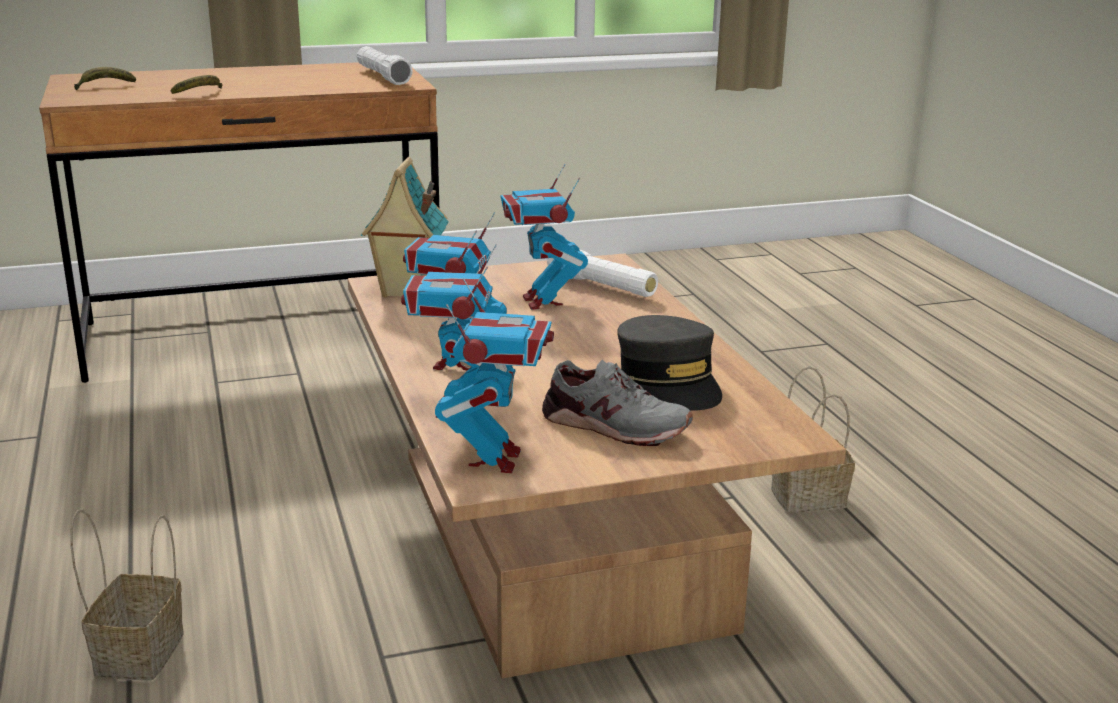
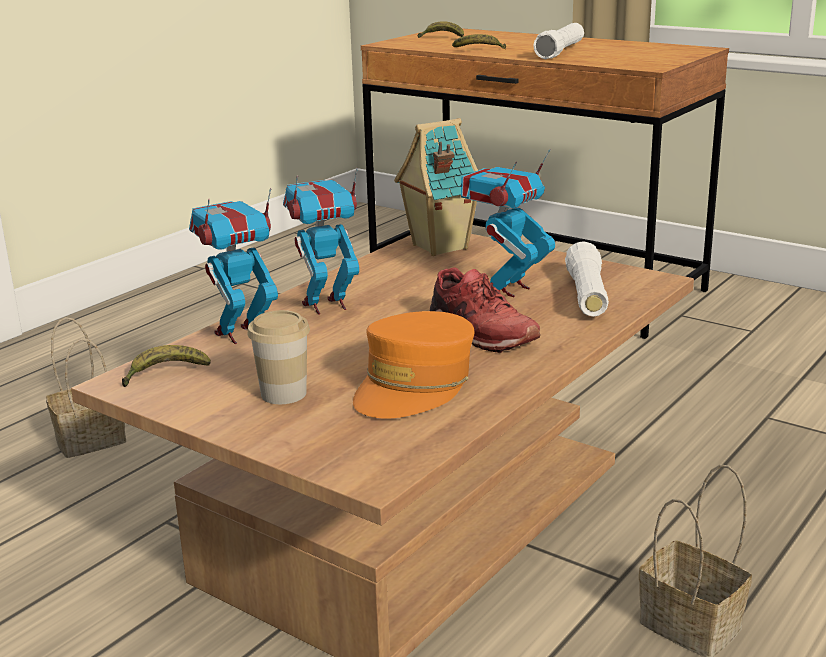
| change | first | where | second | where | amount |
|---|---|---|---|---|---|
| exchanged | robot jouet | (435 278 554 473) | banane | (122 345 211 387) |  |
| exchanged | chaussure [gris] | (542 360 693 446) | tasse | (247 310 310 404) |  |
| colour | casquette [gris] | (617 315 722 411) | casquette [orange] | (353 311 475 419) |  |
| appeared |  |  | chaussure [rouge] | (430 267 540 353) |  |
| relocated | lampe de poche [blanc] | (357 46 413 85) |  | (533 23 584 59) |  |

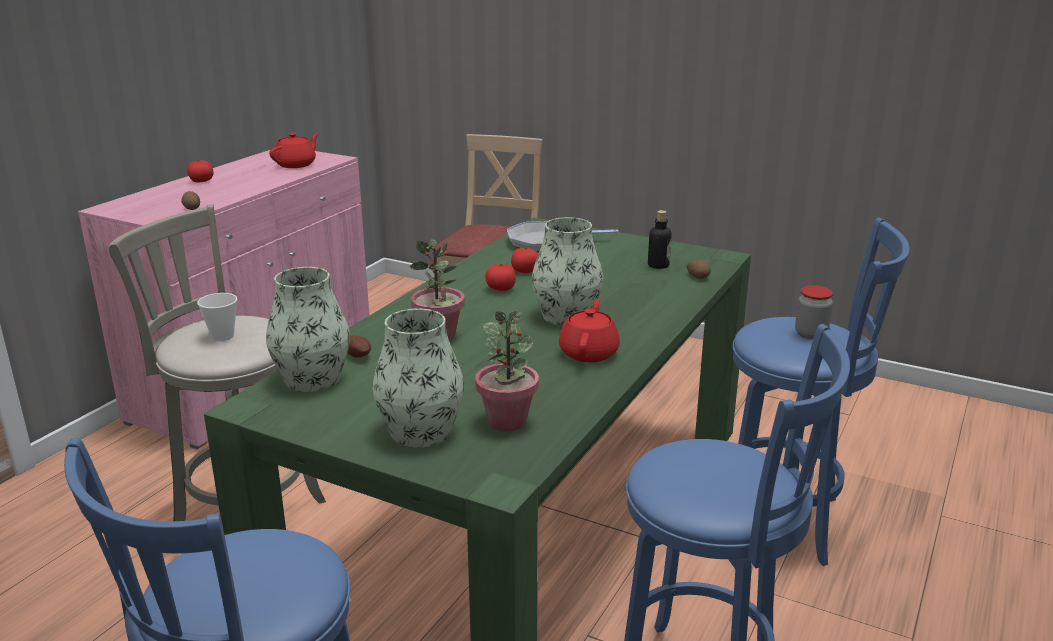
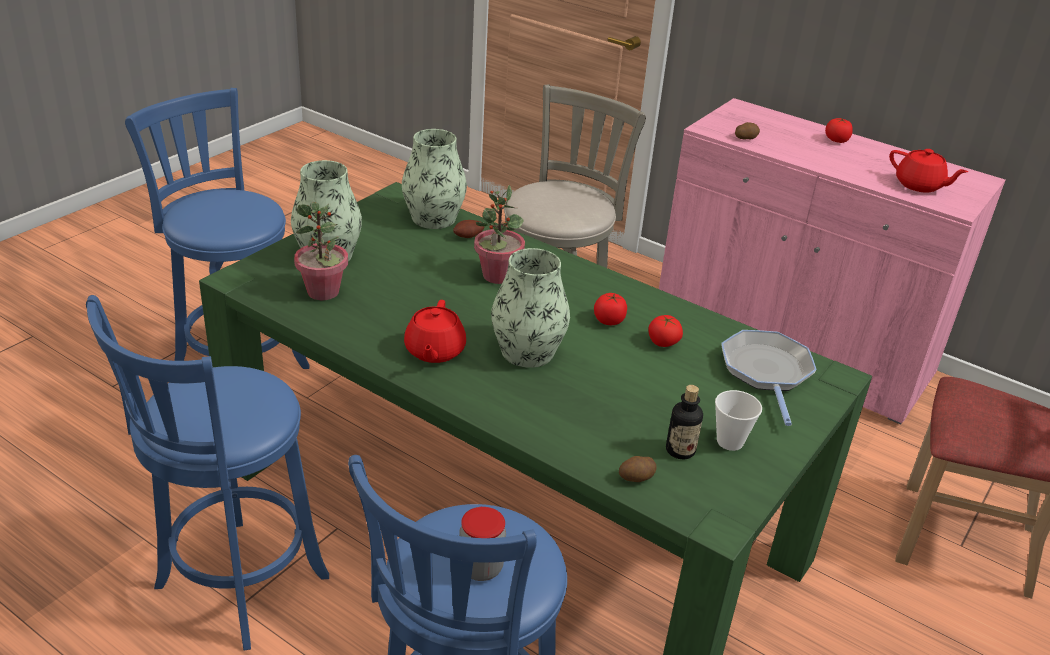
| change | first | where | second | where | amount |
|---|---|---|---|---|---|
| spun | théière [rouge] | (559 299 620 362) |  | (404 300 466 363) | 75 degrees clockwise |
| relocated | tasse | (197 293 238 341) |  | (715 390 762 451) |  |

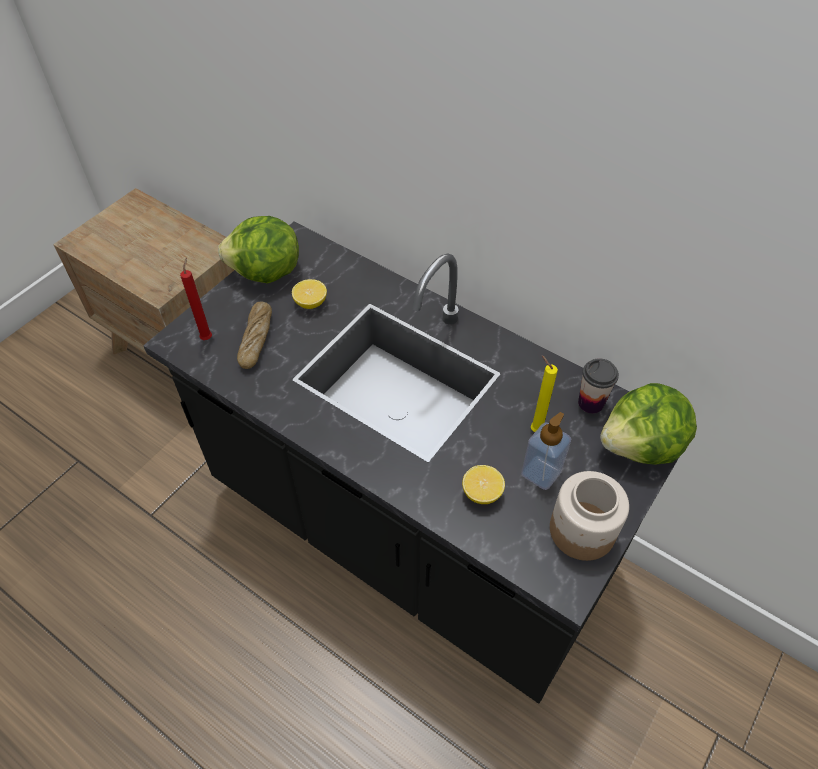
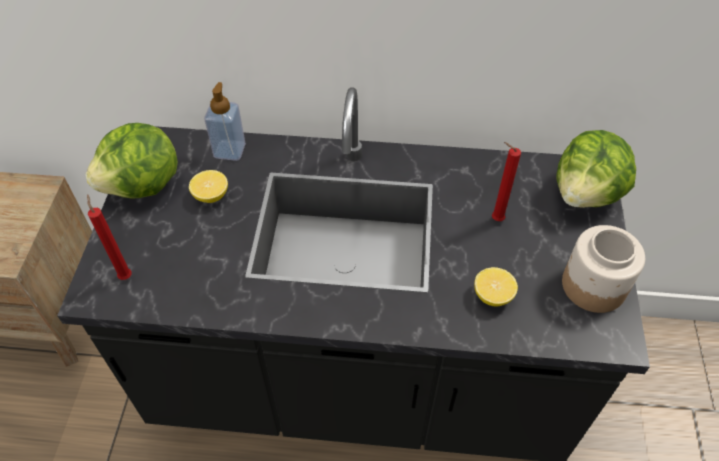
| change | first | where | second | where | amount |
|---|---|---|---|---|---|
| relocated | distributeur de savon | (521 412 571 490) |  | (204 82 246 161) |  |
| colour | bougie [jaune] | (531 355 558 432) | bougie [rouge] | (492 142 521 221) |  |
| missing | pain | (237 301 272 369) |  |  |  |
| missing | tasse | (578 358 619 414) |  |  |  |

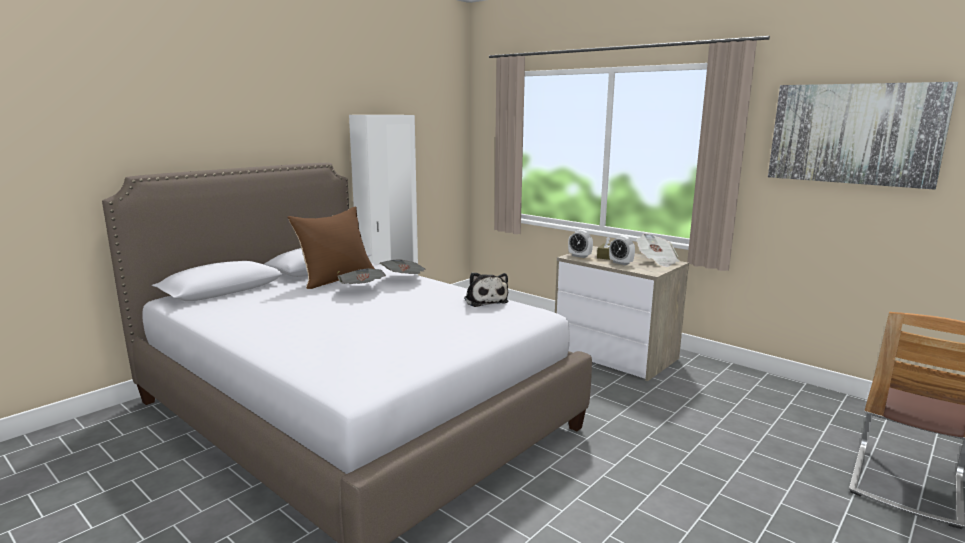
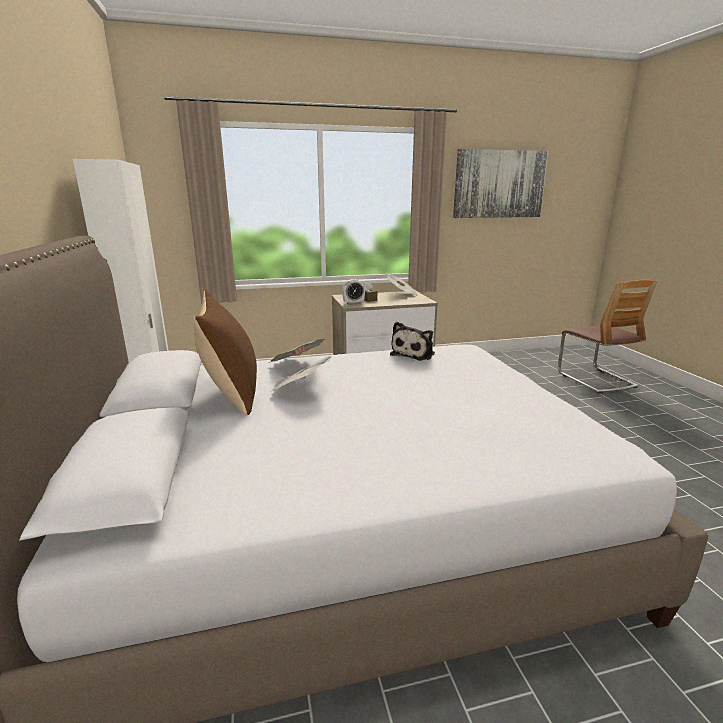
| change | first | where | second | where | amount |
|---|---|---|---|---|---|
| spun | peluche | (464 272 508 307) |  | (390 322 435 360) | 105 degrees clockwise |
| missing | réveil | (609 236 635 265) |  |  |  |

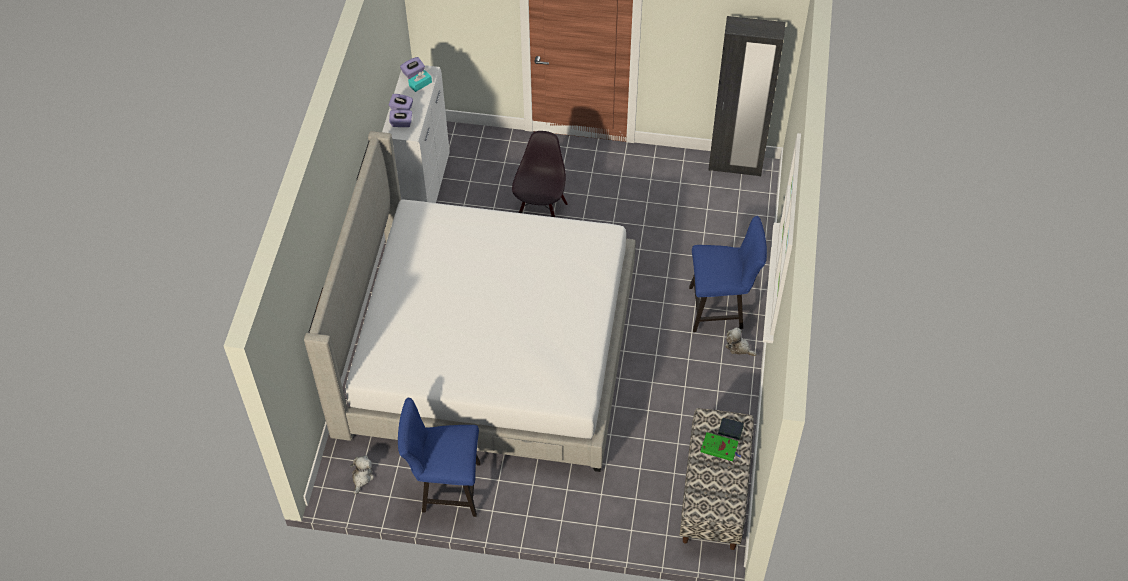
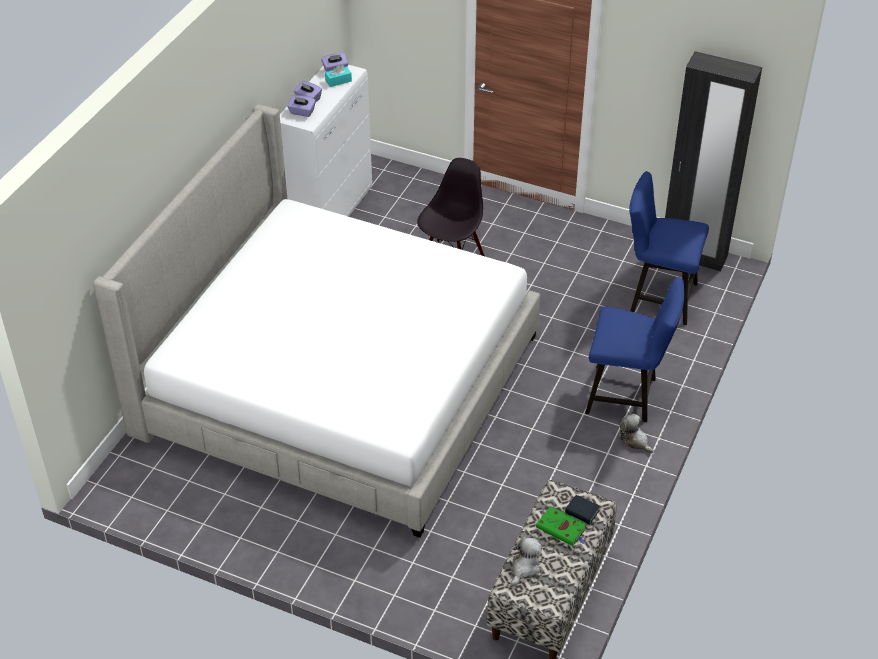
| change | first | where | second | where | amount |
|---|---|---|---|---|---|
| relocated | peluche | (350 455 374 494) |  | (511 537 542 586) |  |
| relocated | chaise [bleu] | (398 397 481 517) |  | (629 171 709 325) |  |

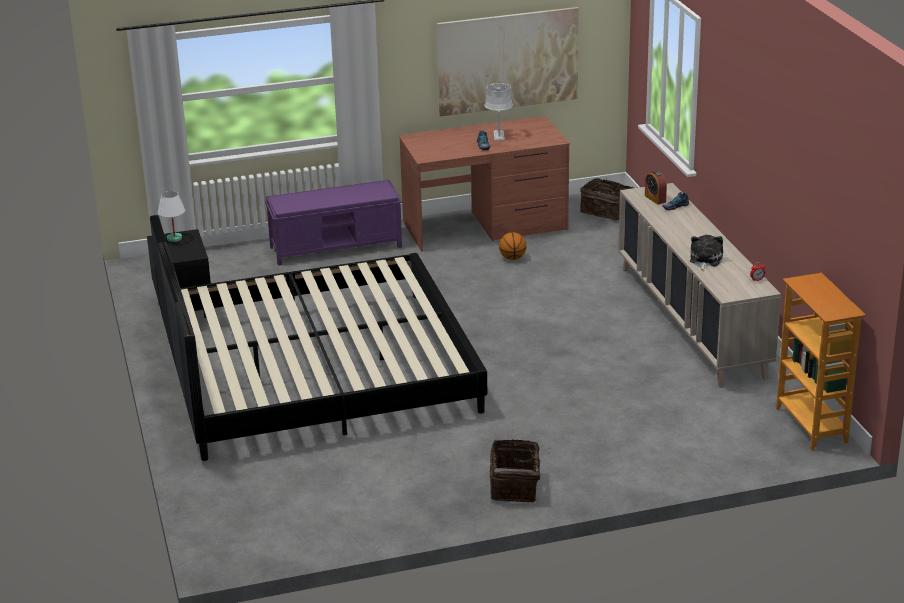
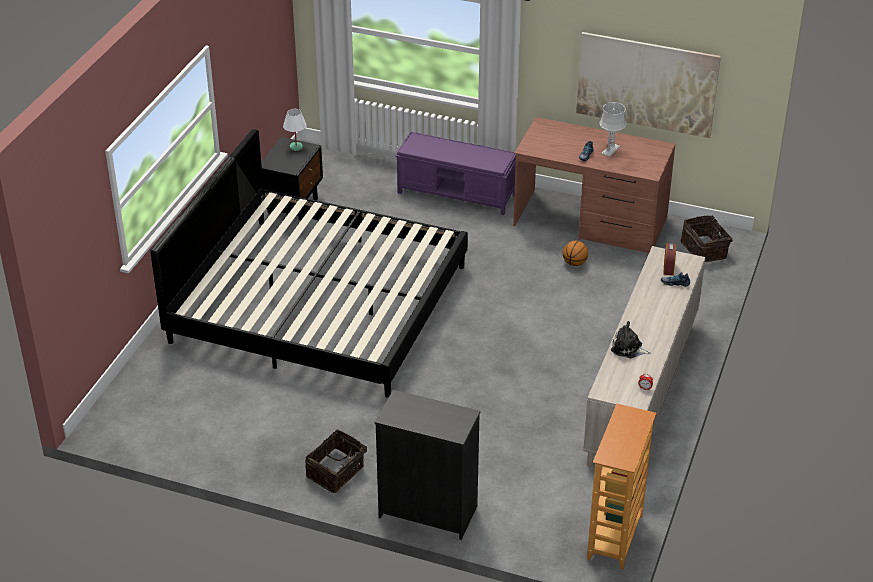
| change | first | where | second | where | amount |
|---|---|---|---|---|---|
| appeared |  |  | commode [noir] | (375 390 481 540) |  |
| spun | peluche | (690 235 723 271) |  | (611 321 651 358) | 120 degrees counterclockwise |

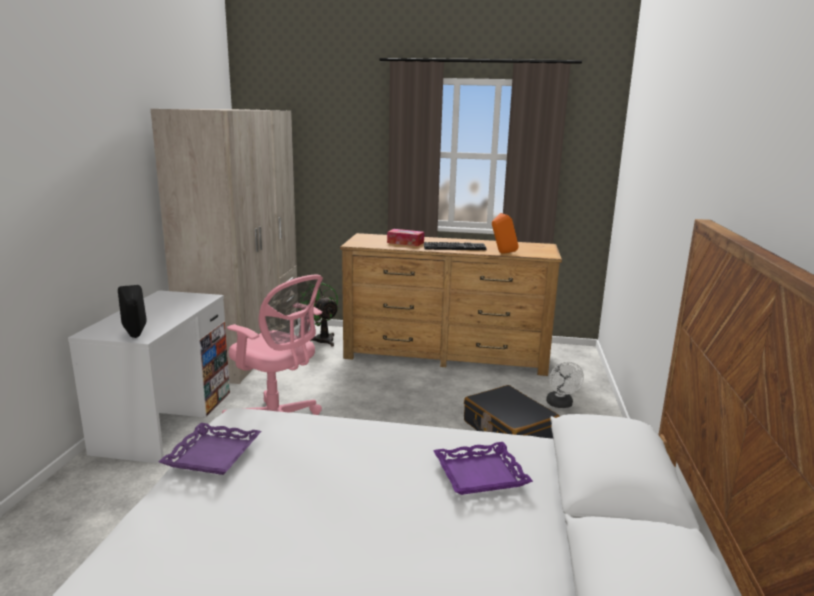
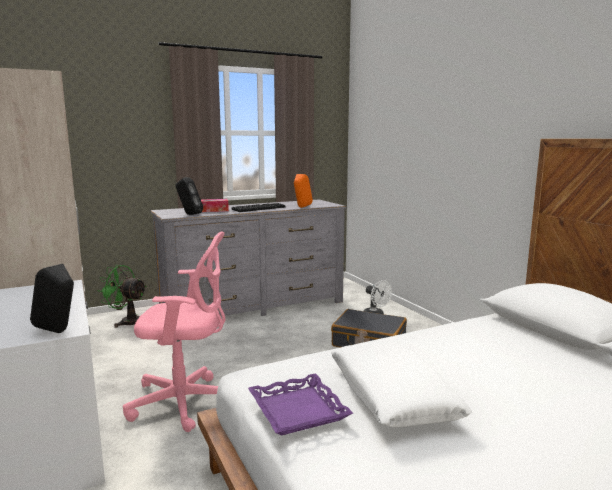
| change | first | where | second | where | amount |
|---|---|---|---|---|---|
| colour | commode [marron] | (340 233 562 376) | commode [gris] | (151 200 346 316) |  |
| appeared |  |  | enceinte [noir] | (175 177 203 215) |  |
| appeared |  |  | coussin [blanc] | (331 342 472 428) |  |
| missing | plateau [violet] | (433 442 533 495) |  |  |  |

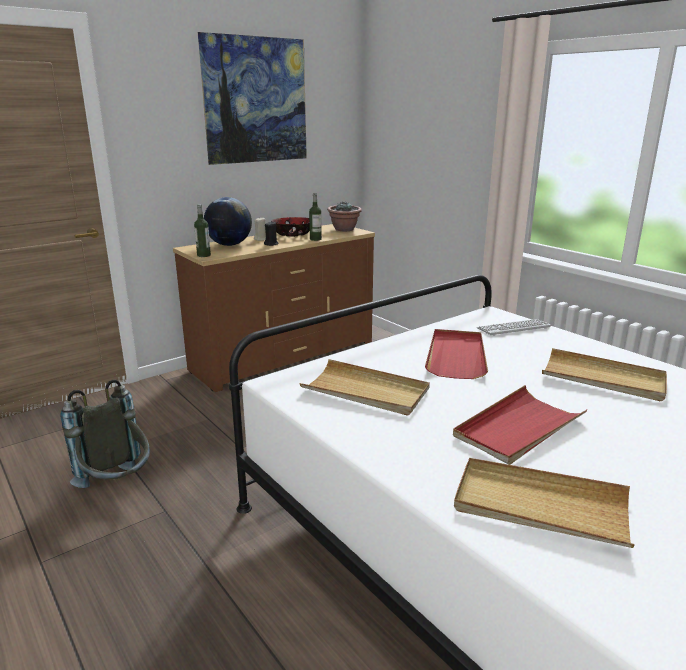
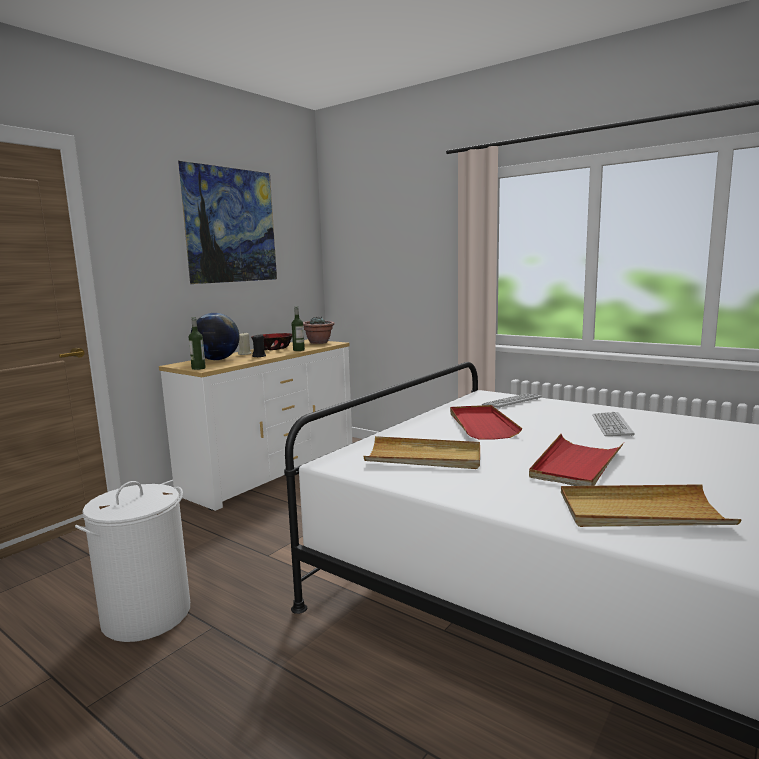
| change | first | where | second | where | amount |
|---|---|---|---|---|---|
| exchanged | sac à dos [gris] | (60 379 150 488) | panier à linge [blanc] | (75 481 190 642) |  |
| colour | commode [marron] | (173 224 375 392) | commode [blanc] | (159 339 352 511) |  |
| exchanged | plateau [beige] | (542 348 667 401) | clavier | (592 412 634 436) |  |

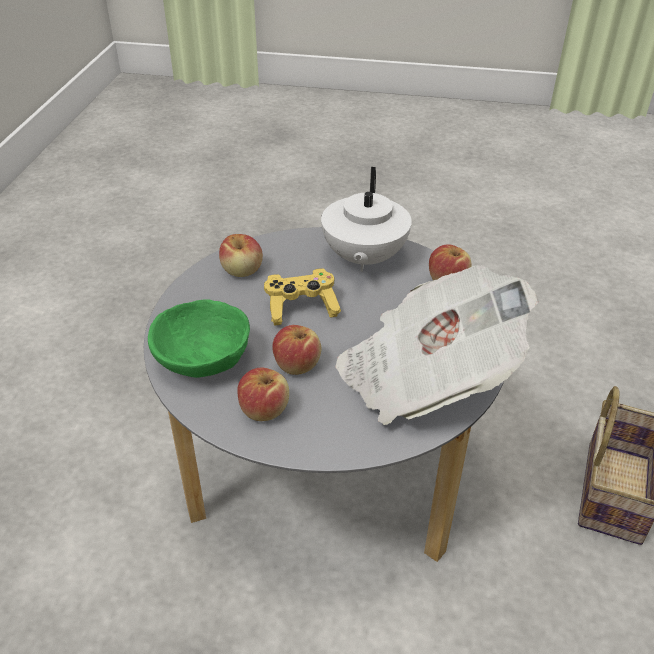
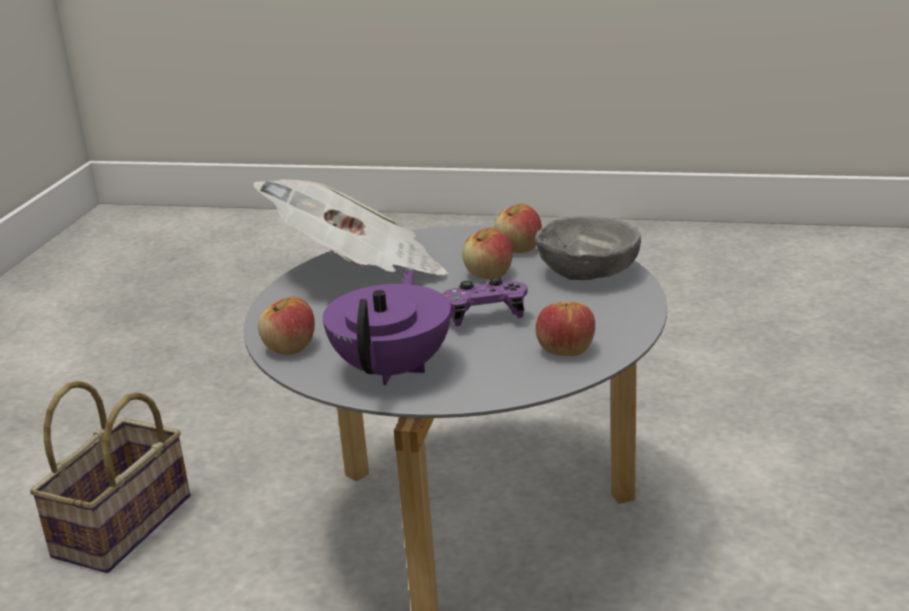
| change | first | where | second | where | amount |
|---|---|---|---|---|---|
| colour | théière [blanc] | (321 167 412 272) | théière [violet] | (323 270 451 385) |  |
| colour | manette [jaune] | (264 268 341 326) | manette [violet] | (441 277 528 326) |  |
| colour | bol [vert] | (148 299 250 378) | bol [gris] | (535 216 641 280) |  |

